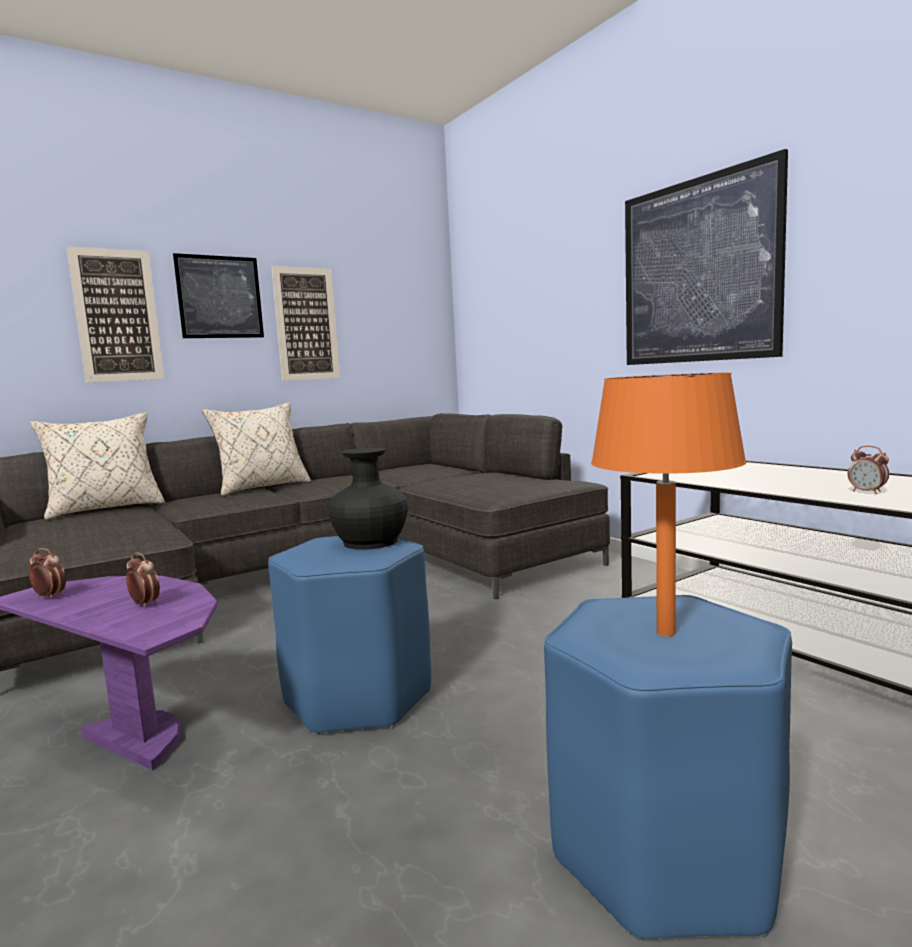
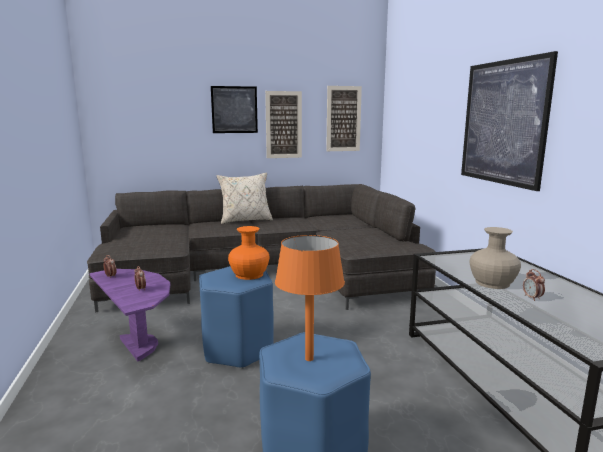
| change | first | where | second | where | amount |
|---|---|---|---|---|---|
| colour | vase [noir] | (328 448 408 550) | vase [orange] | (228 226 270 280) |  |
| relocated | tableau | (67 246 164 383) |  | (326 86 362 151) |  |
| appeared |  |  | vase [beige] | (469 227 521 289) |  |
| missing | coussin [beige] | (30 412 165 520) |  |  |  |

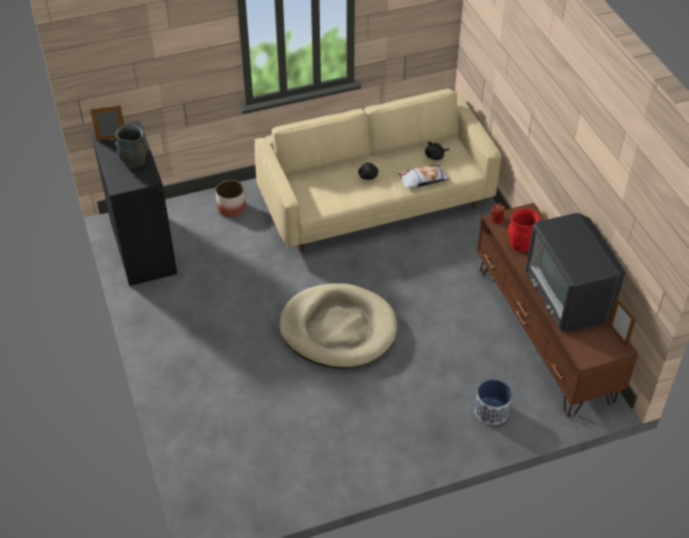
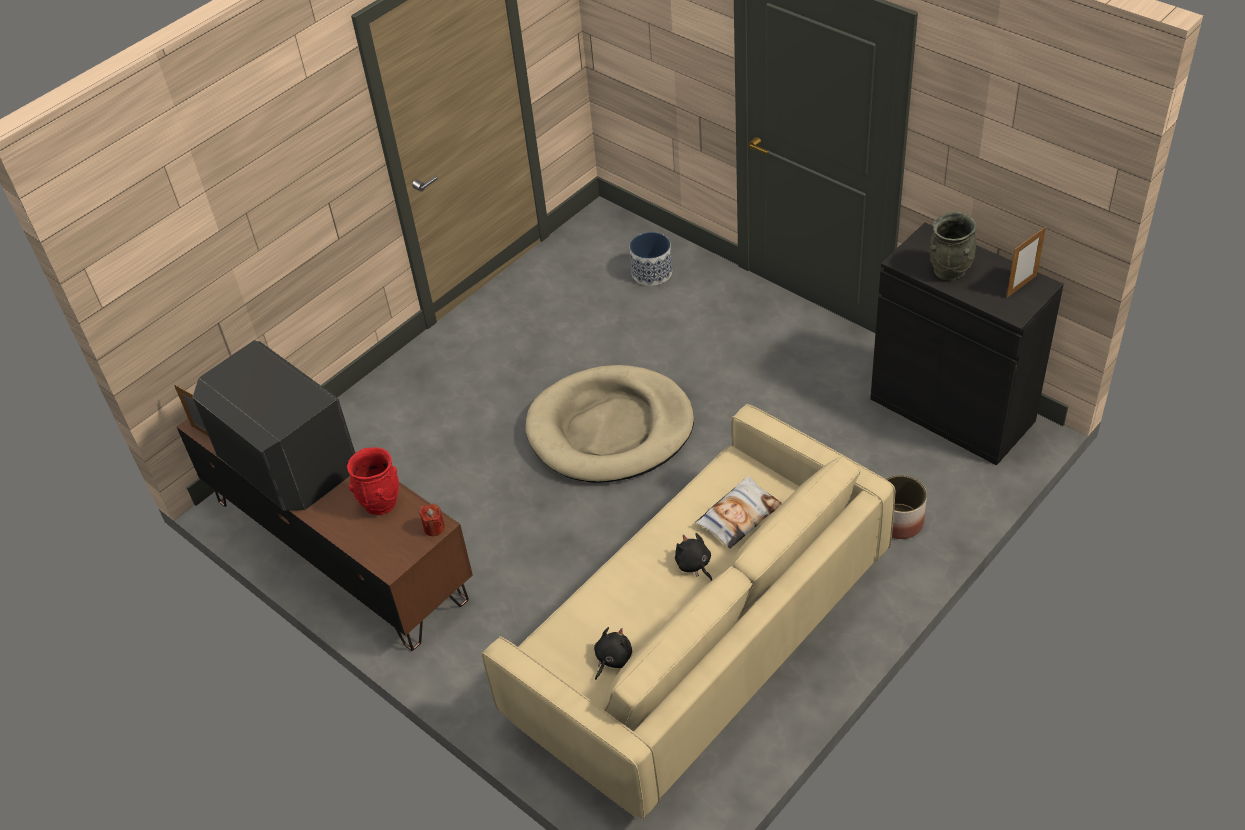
| change | first | where | second | where | amount |
|---|---|---|---|---|---|
| relocated | cache-pot | (475 379 512 425) |  | (629 232 672 286) |  |
| relocated | coussin | (398 165 449 189) |  | (695 476 782 549) |  |

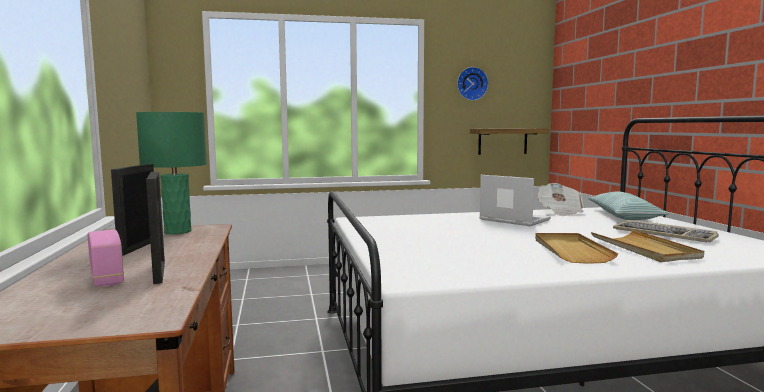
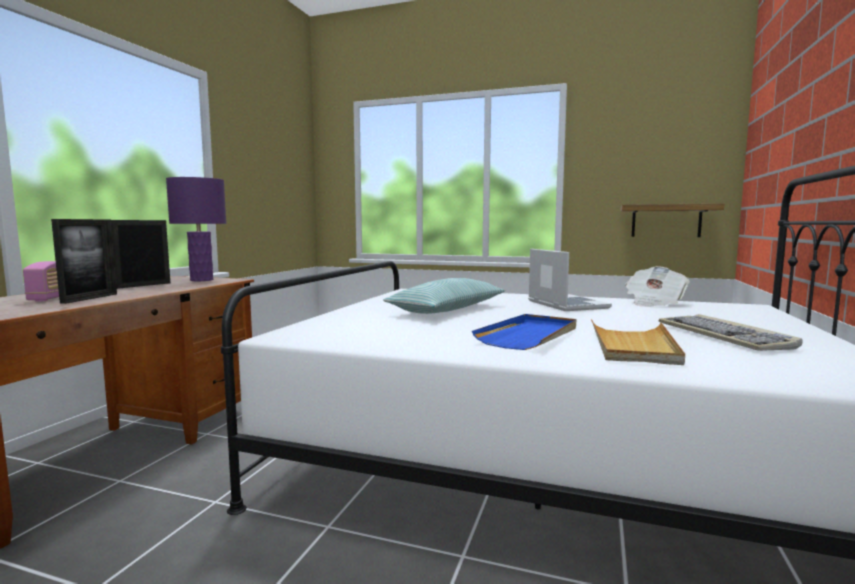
| change | first | where | second | where | amount |
|---|---|---|---|---|---|
| colour | lampe de table [vert] | (136 112 207 234) | lampe de table [violet] | (166 177 226 281) |  |
| relocated | coussin | (588 191 669 220) |  | (383 278 505 314) |  |
| colour | plateau [beige] | (535 233 618 264) | plateau [bleu] | (472 314 576 350) |  |
| missing | horloge murale | (457 67 489 101) |  |  |  |

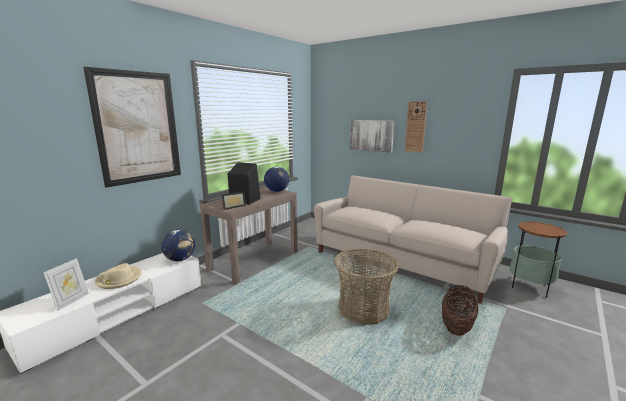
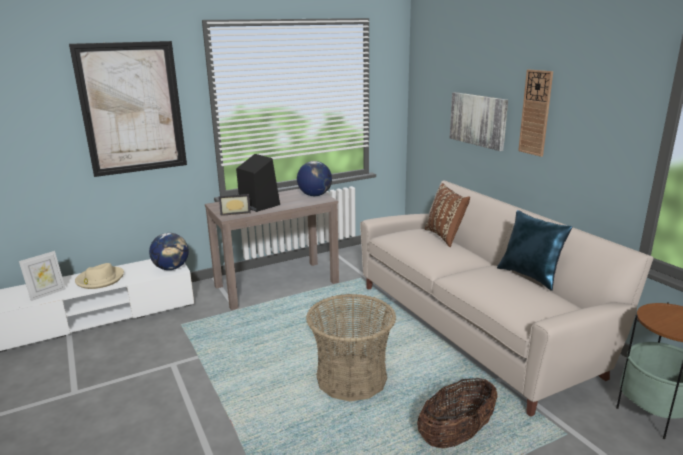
| change | first | where | second | where | amount |
|---|---|---|---|---|---|
| appeared |  |  | coussin [marron] | (425 183 470 247) |  |
| appeared |  |  | coussin [bleu] | (497 210 573 291) |  |

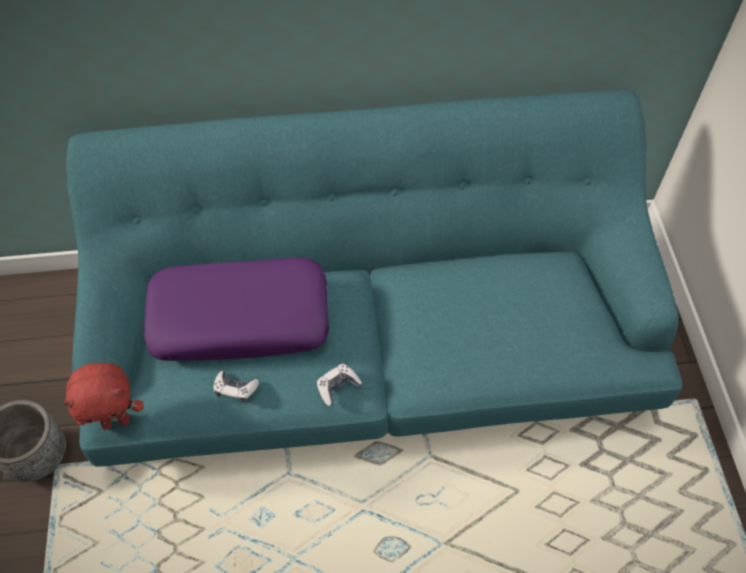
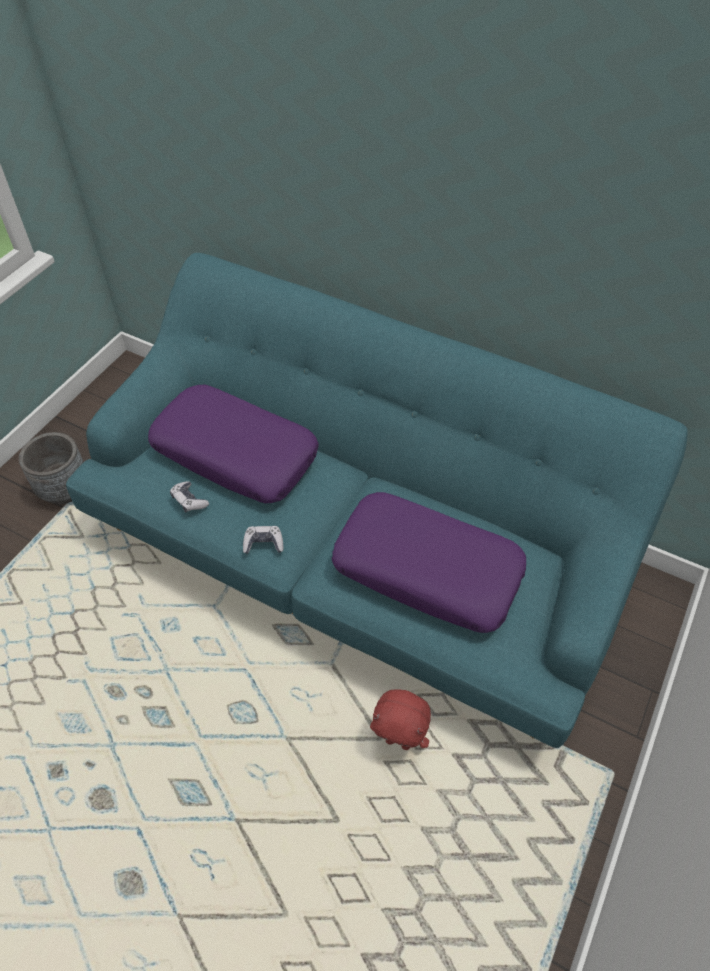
| change | first | where | second | where | amount |
|---|---|---|---|---|---|
| appeared |  |  | coussin [violet] | (331 492 526 633) |  |
| relocated | peluche [rouge] | (63 363 144 430) |  | (370 689 431 750) |  |

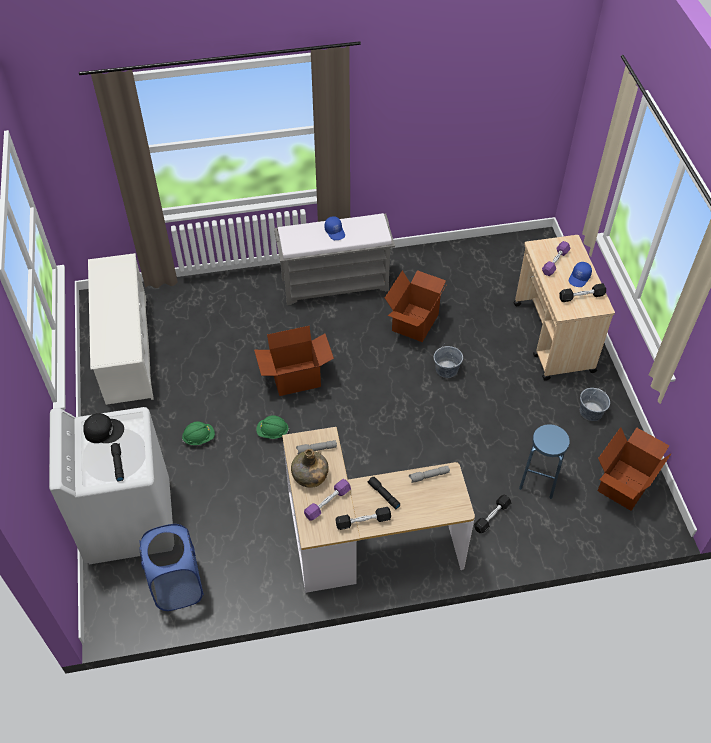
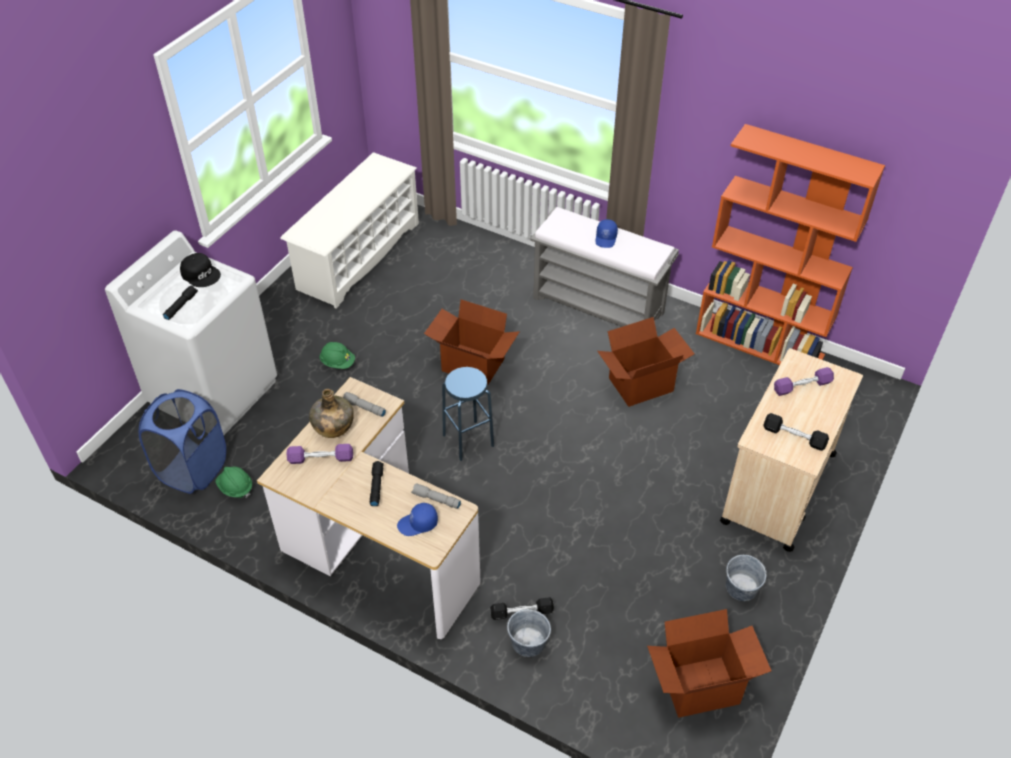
| change | first | where | second | where | amount |
|---|---|---|---|---|---|
| relocated | casque de chantier [vert] | (256 415 289 439) |  | (215 467 252 498) |  |
| relocated | casquette [bleu] | (569 262 592 287) |  | (397 503 438 536) |  |
| relocated | tabouret [bleu] | (519 424 570 499) |  | (442 367 494 461) |  |
| relocated | seau [gris] | (434 344 463 378) |  | (507 607 551 657) |  |
| appeared |  |  | bibliothèque [orange] | (696 124 885 365) |  |
| missing | haltère [noir] | (335 507 391 530) |  |  |  |

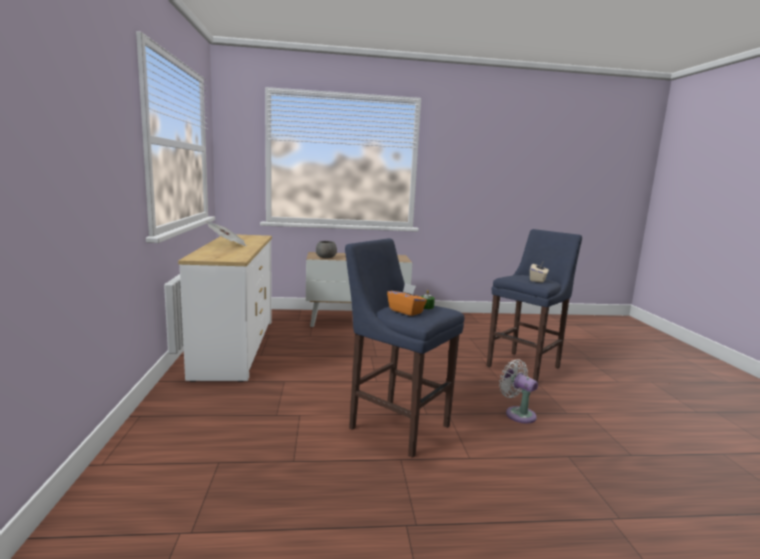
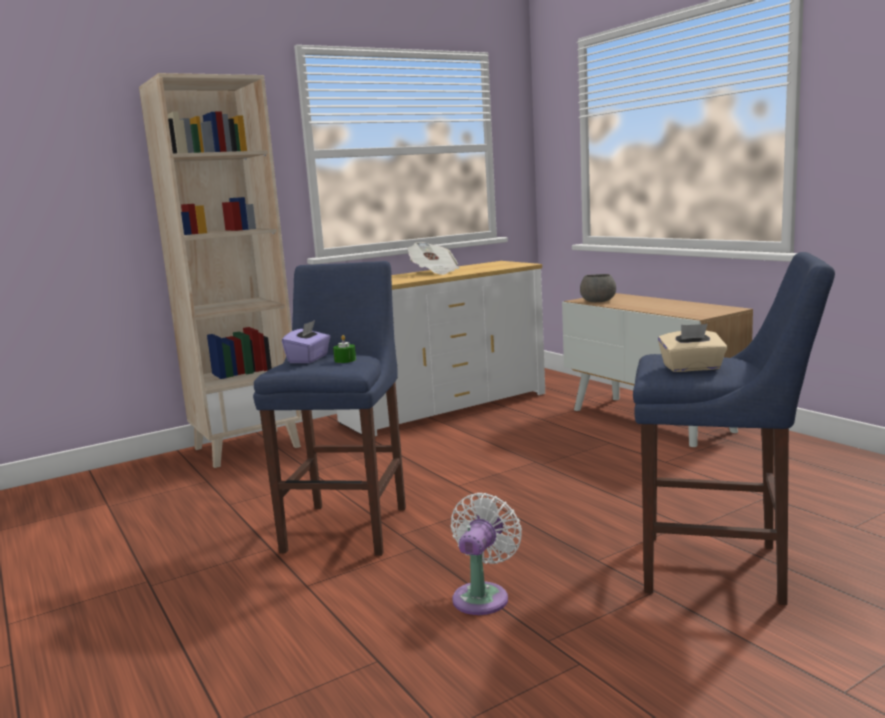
| change | first | where | second | where | amount |
|---|---|---|---|---|---|
| appeared |  |  | bibliothèque [beige] | (139 73 302 468) |  |
| colour | boîte à mouchoirs [orange] | (387 283 427 316) | boîte à mouchoirs [violet] | (282 320 330 363) |  |

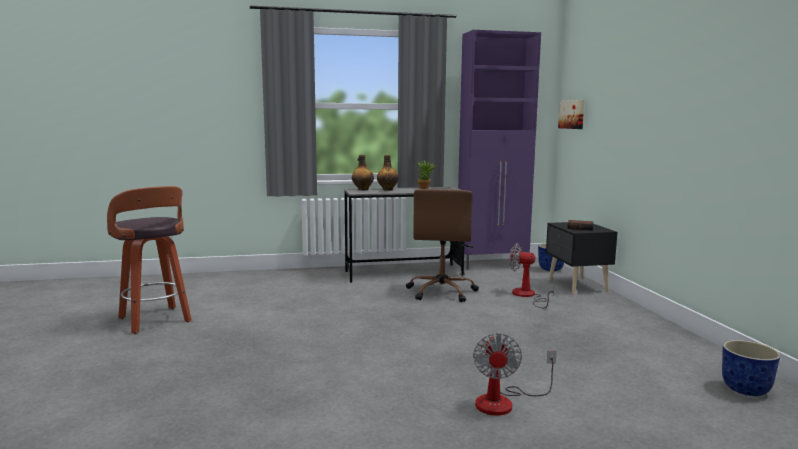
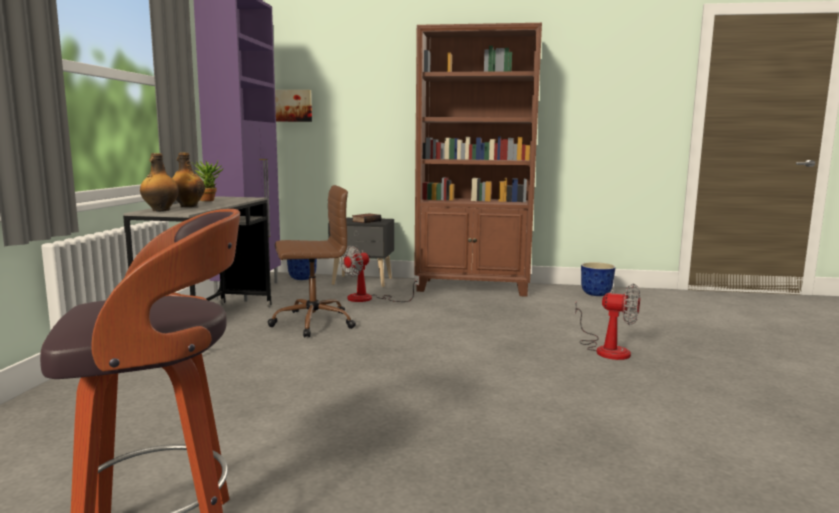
| change | first | where | second | where | amount |
|---|---|---|---|---|---|
| spun | chaise de bureau [marron] | (406 189 479 302) |  | (268 185 356 337) | 45 degrees counterclockwise |
| appeared |  |  | bibliothèque [marron] | (414 23 542 297) |  |

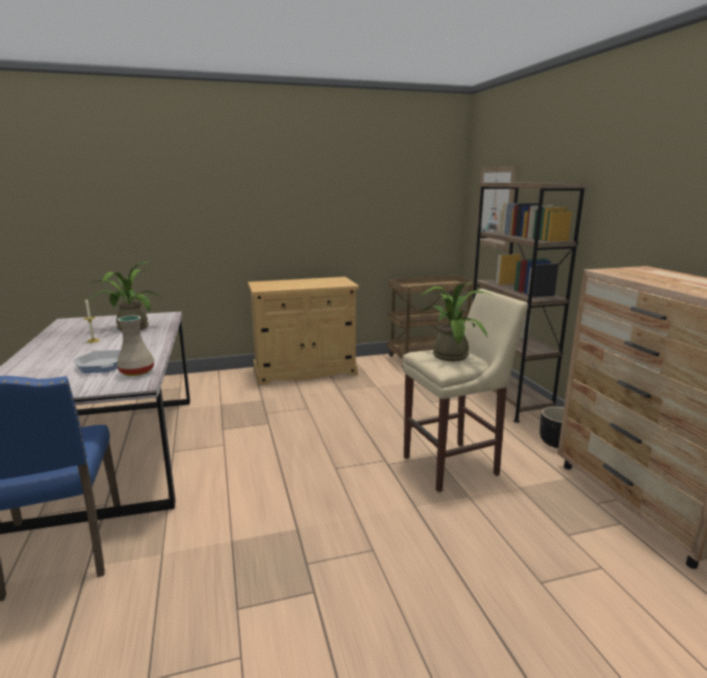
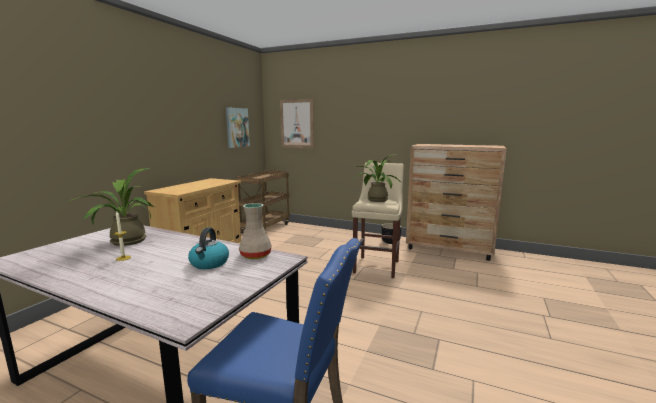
| change | first | where | second | where | amount |
|---|---|---|---|---|---|
| exchanged | poêle | (73 350 121 373) | bouilloire | (188 228 229 269) |  |
| appeared |  |  | tableau | (226 107 250 148) |  |
| missing | bibliothèque [marron] | (472 183 589 423) |  |  |  |

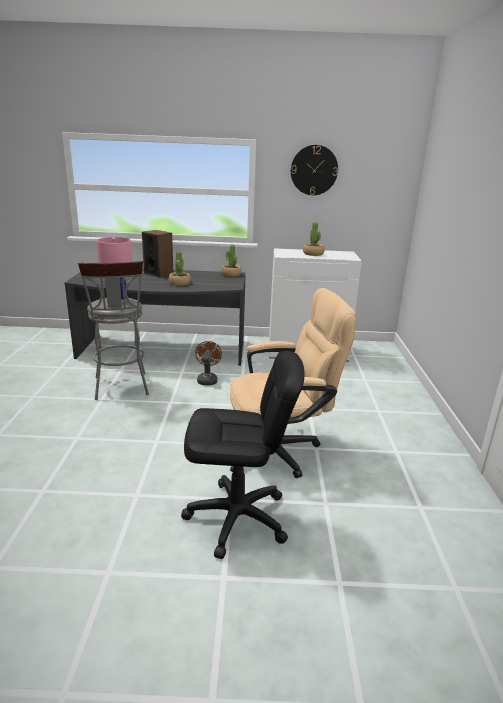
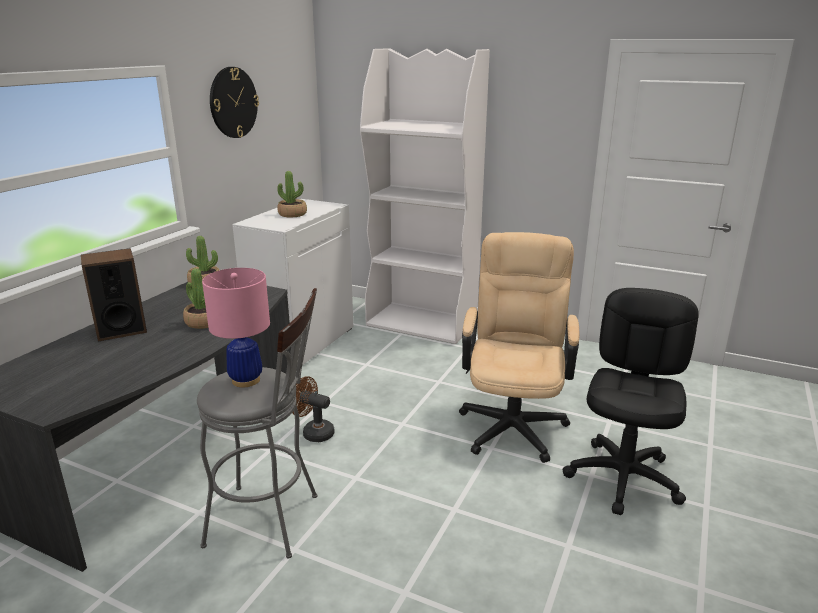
| change | first | where | second | where | amount |
|---|---|---|---|---|---|
| appeared |  |  | bibliothèque [blanc] | (360 48 490 344) |  |

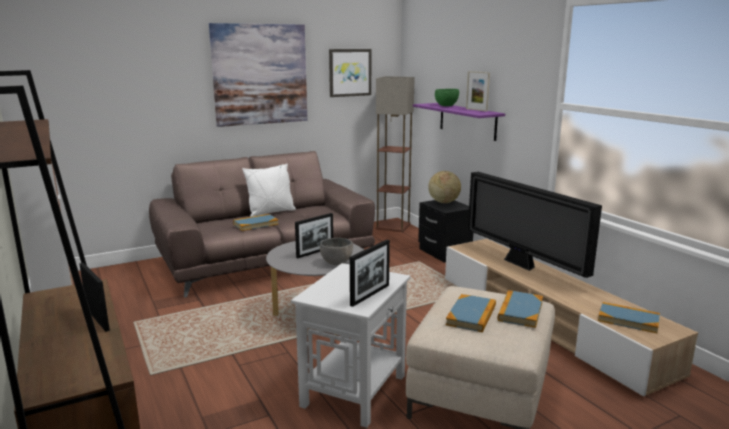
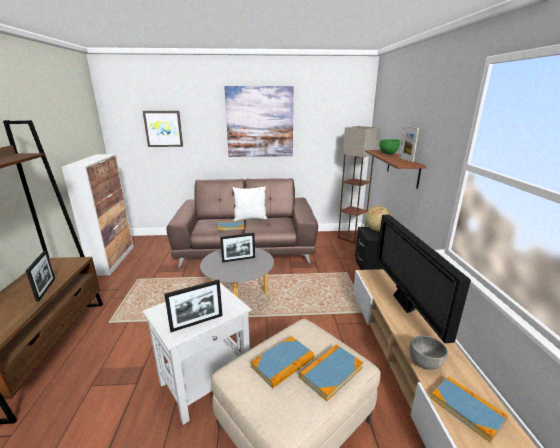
| change | first | where | second | where | amount |
|---|---|---|---|---|---|
| relocated | tableau | (329 49 371 97) |  | (143 111 183 147) |  |
| colour | étagère [violet] | (413 103 505 141) | étagère [marron] | (365 150 426 189) |  |
| relocated | bol [gris] | (320 238 353 265) |  | (409 335 448 370) |  |

